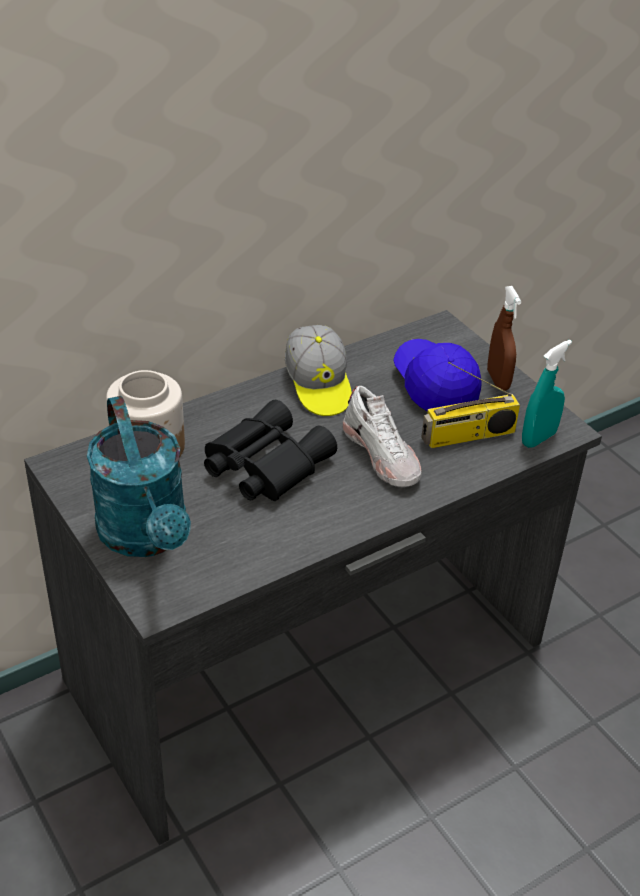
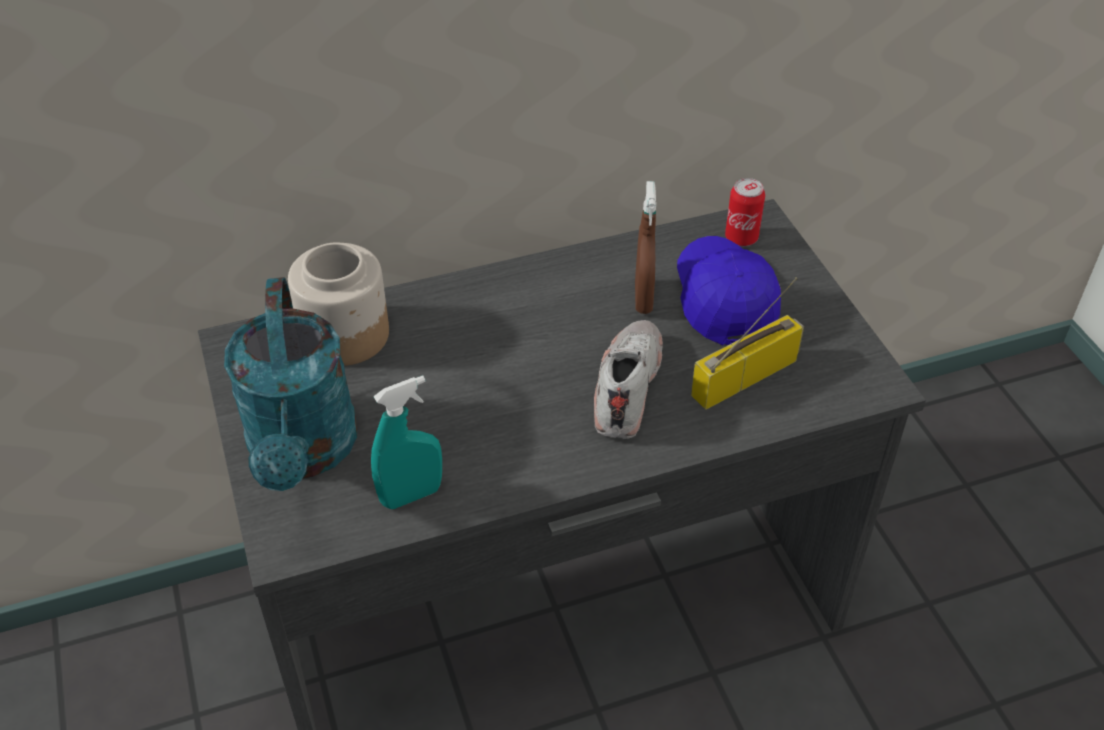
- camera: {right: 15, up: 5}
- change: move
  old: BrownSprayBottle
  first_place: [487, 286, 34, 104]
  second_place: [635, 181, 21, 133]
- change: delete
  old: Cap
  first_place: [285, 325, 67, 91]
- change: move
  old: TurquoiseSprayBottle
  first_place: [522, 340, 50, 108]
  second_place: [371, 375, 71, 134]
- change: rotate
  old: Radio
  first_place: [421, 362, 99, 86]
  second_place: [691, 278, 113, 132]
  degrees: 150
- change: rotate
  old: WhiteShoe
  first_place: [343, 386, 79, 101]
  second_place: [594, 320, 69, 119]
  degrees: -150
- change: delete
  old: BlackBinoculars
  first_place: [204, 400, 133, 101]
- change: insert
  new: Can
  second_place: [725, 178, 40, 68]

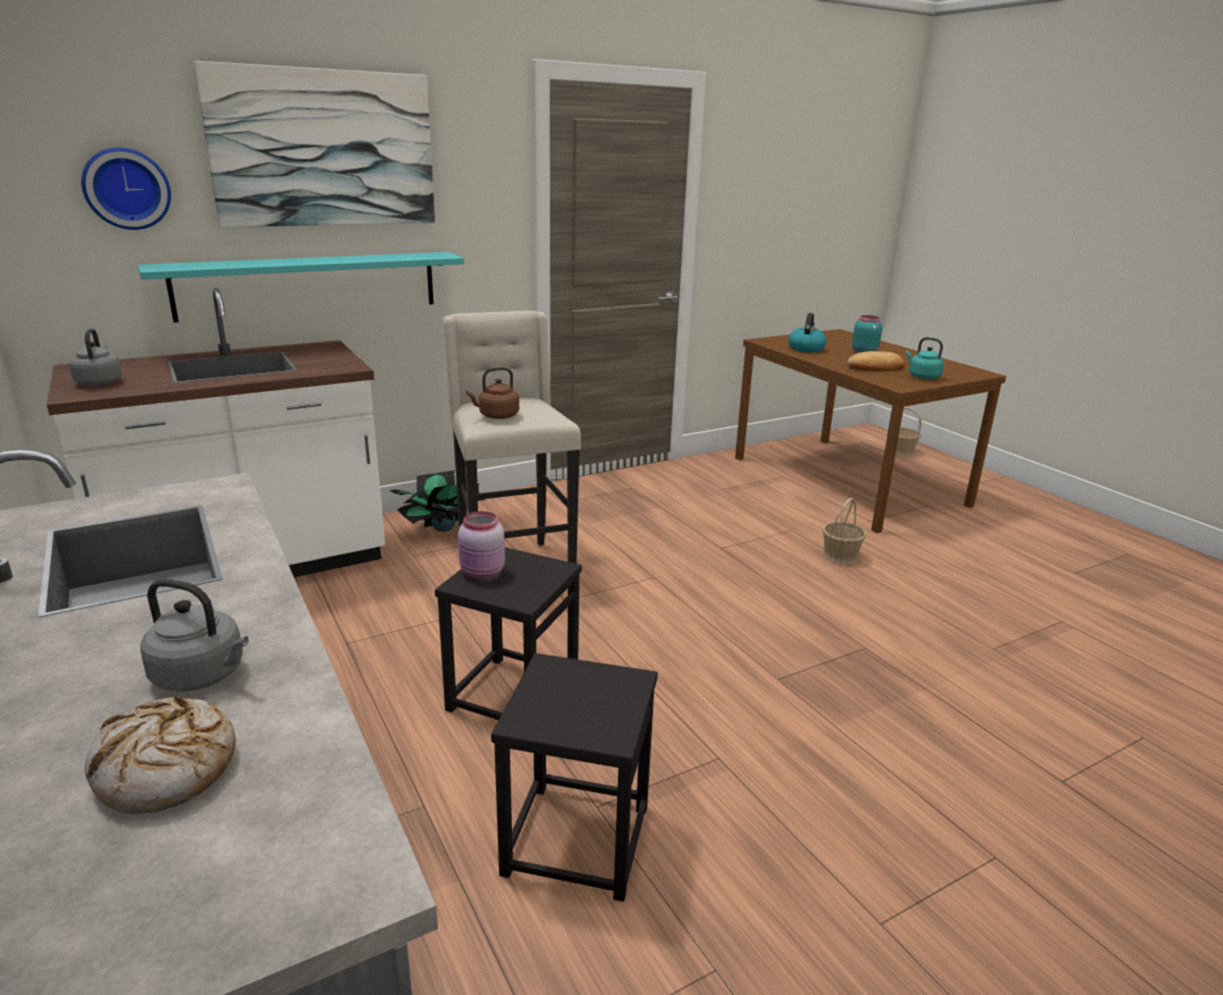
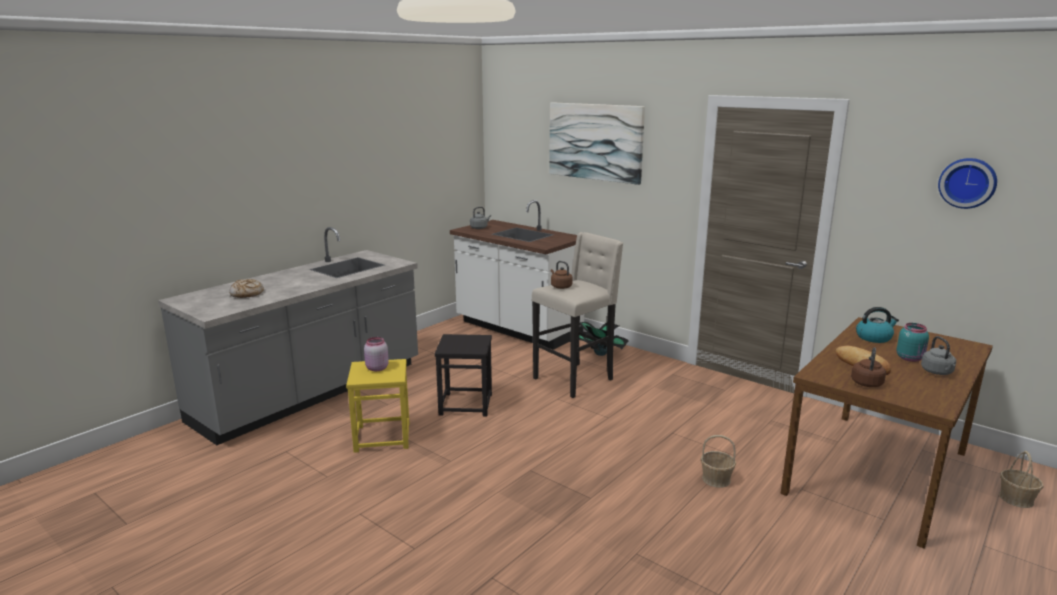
- camera: {right: 70, up: -5}
- change: move
  old: WallClock
  first_place: [81, 147, 90, 83]
  second_place: [938, 158, 59, 51]
- change: delete
  old: TurquoiseShelf
  first_place: [138, 252, 326, 71]
- change: recolor
  old: TurquoiseKettle
  new: BrownKettle
  first_place: [906, 337, 38, 42]
  second_place: [851, 347, 35, 40]
- change: move
  old: PinkJar
  first_place: [458, 511, 47, 68]
  second_place: [364, 337, 25, 34]
- change: move
  old: GreyKettle
  first_place: [140, 579, 109, 113]
  second_place: [921, 336, 35, 39]
- change: recolor
  old: BlackStool
  new: YellowStool
  first_place: [491, 653, 167, 249]
  second_place: [346, 359, 63, 94]

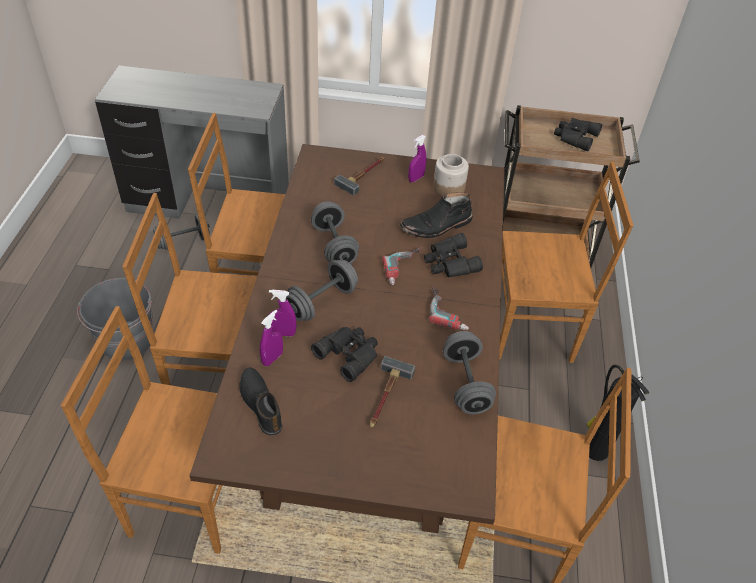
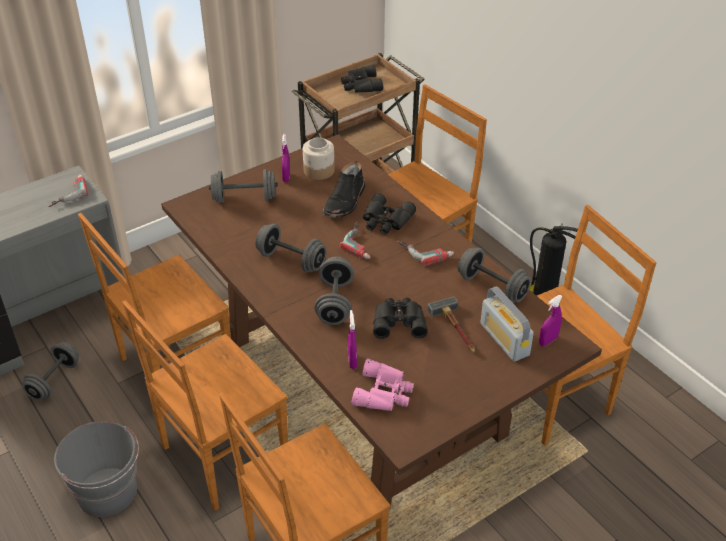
- camera: {right: -40, up: -5}
- change: replace
  old: Hammer
  new: GreyDumbbell
  first_place: [334, 157, 50, 39]
  second_place: [209, 169, 69, 34]
- change: move
  old: PurpleSprayBottle
  first_place: [269, 290, 27, 47]
  second_place: [539, 295, 24, 51]
- change: replace
  old: BlackShoe
  new: PinkBinoculars
  first_place: [239, 368, 43, 68]
  second_place: [352, 359, 62, 52]
- change: insert
  new: PowerDrill
  second_place: [48, 175, 40, 32]
- change: insert
  new: Radio
  second_place: [481, 287, 53, 75]

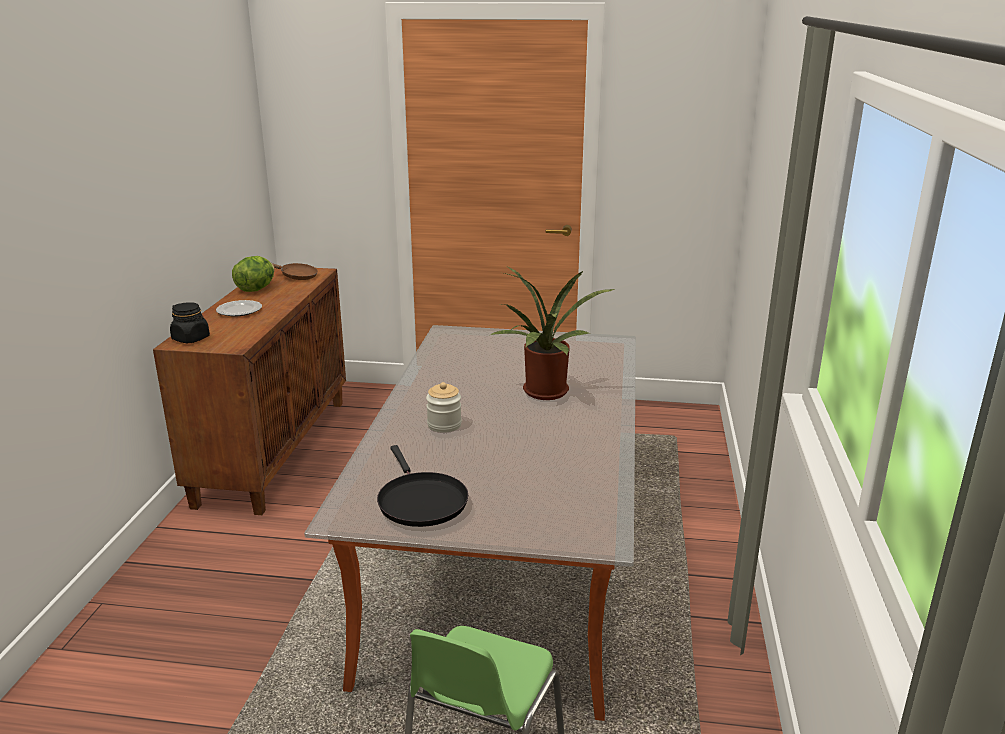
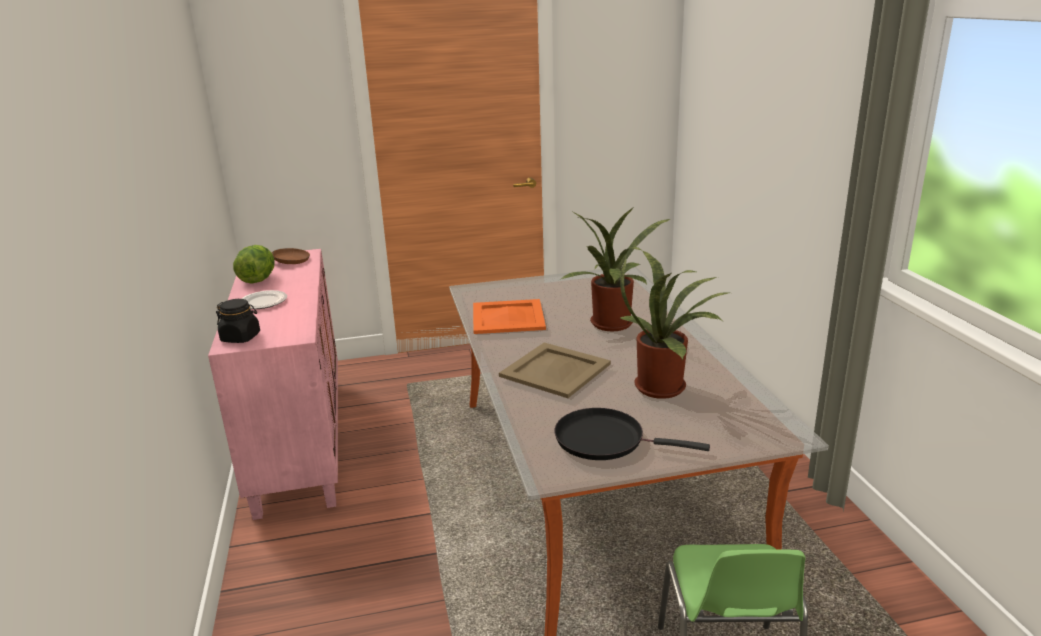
- camera: {right: -20, up: 0}
- change: recolor
  old: BrownCabinet
  new: PinkCabinet
  first_place: [153, 268, 193, 247]
  second_place: [208, 249, 130, 271]
- change: replace
  old: Jar
  new: BeigeTray
  first_place: [426, 382, 36, 51]
  second_place: [499, 342, 112, 56]
- change: rotate
  old: BlackFryingPan
  first_place: [377, 445, 91, 82]
  second_place: [554, 408, 156, 52]
  degrees: 150
- change: insert
  new: PottedPlant
  second_place: [620, 250, 108, 149]
- change: insert
  new: OrangeTray
  second_place: [473, 299, 73, 35]

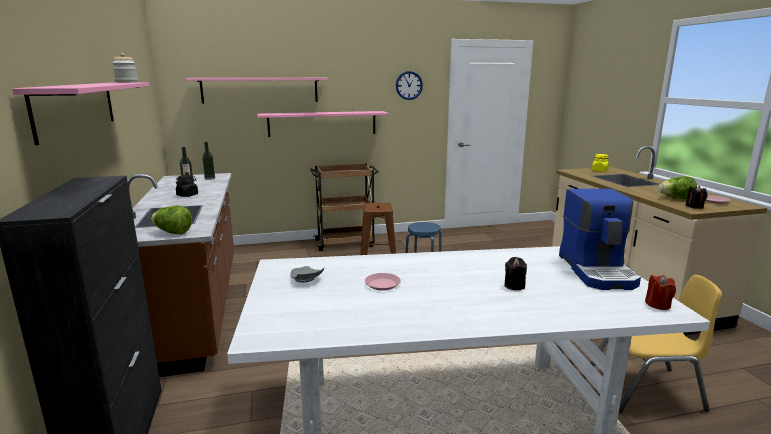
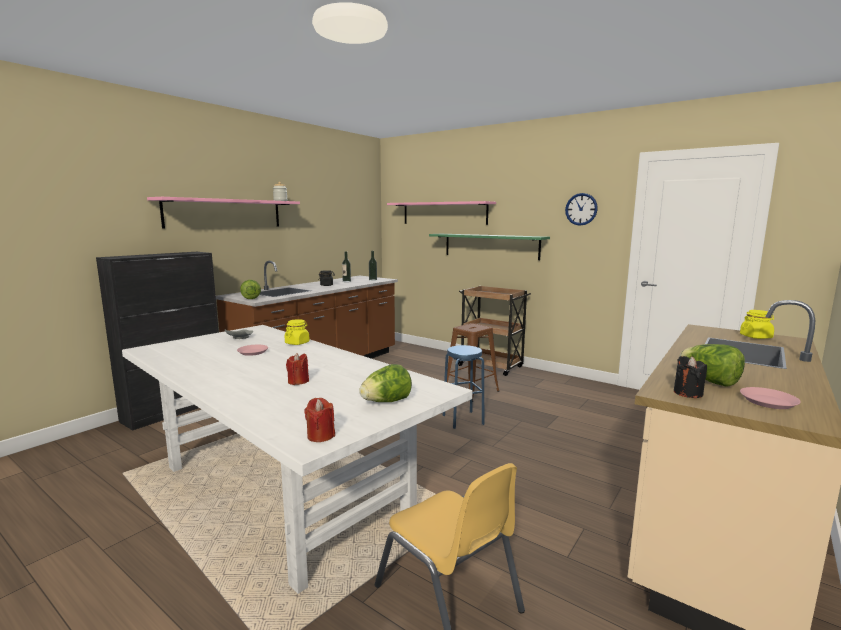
- camera: {right: 50, up: -5}
- change: recolor
  old: PinkShelf
  new: GreenShelf
  first_place: [257, 111, 131, 26]
  second_place: [429, 234, 121, 26]
- change: replace
  old: CoffeeMachine
  new: Lettuce
  first_place: [559, 189, 82, 101]
  second_place: [359, 364, 53, 38]
- change: recolor
  old: BlackCandle
  new: RedCandle
  first_place: [504, 257, 23, 33]
  second_place: [286, 353, 23, 32]
- change: insert
  new: YellowJar
  second_place: [285, 319, 25, 26]

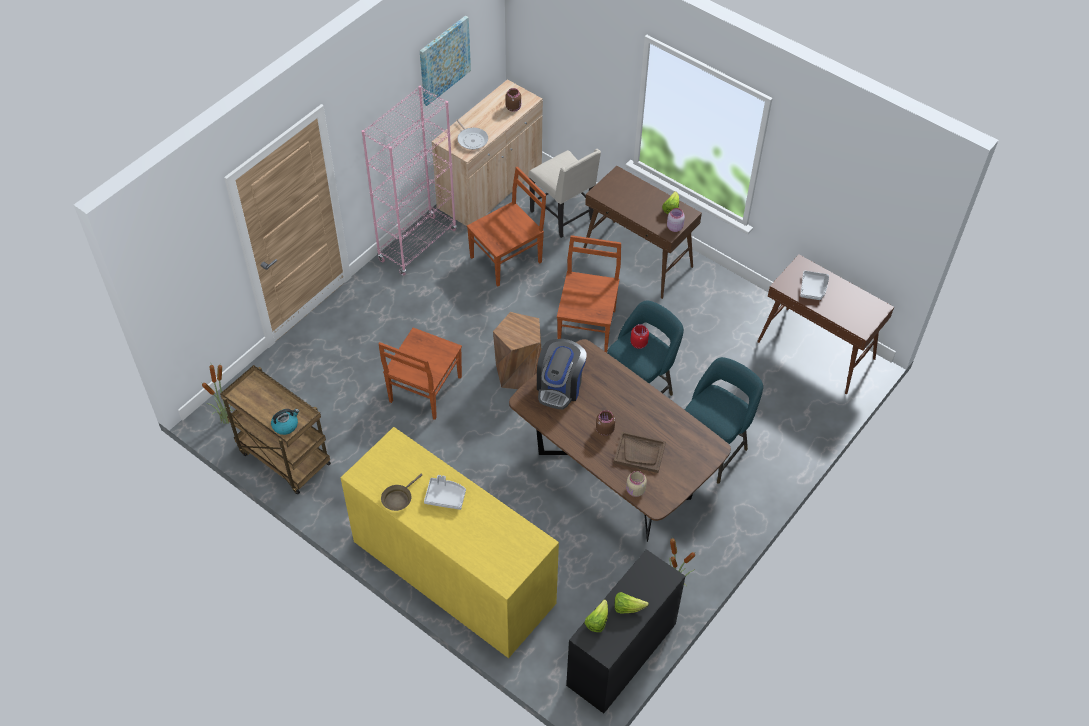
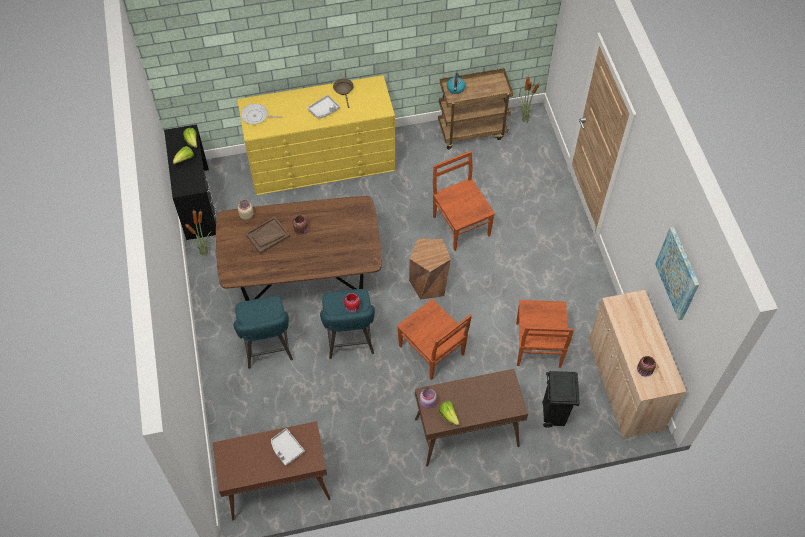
- camera: {right: 130, up: 5}
- change: delete
  old: PinkBookcase
  first_place: [362, 85, 95, 191]
- change: move
  old: FryingPan
  first_place: [456, 119, 32, 31]
  second_place: [241, 104, 41, 20]
- change: replace
  old: BeigeChair
  new: BlackTrashCan
  first_place: [529, 149, 72, 89]
  second_place: [542, 371, 38, 57]
- change: delete
  old: CoffeeMachine
  first_place: [537, 339, 50, 70]

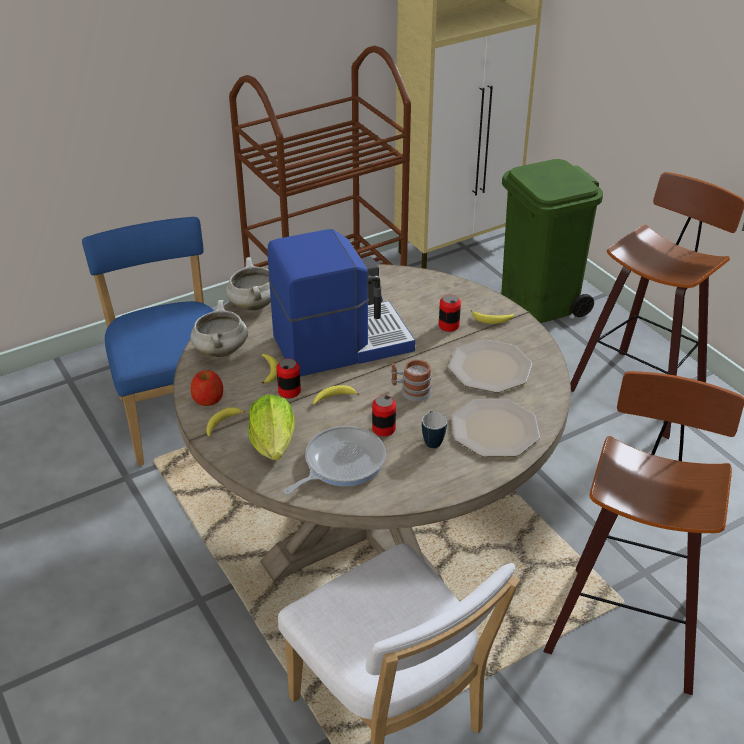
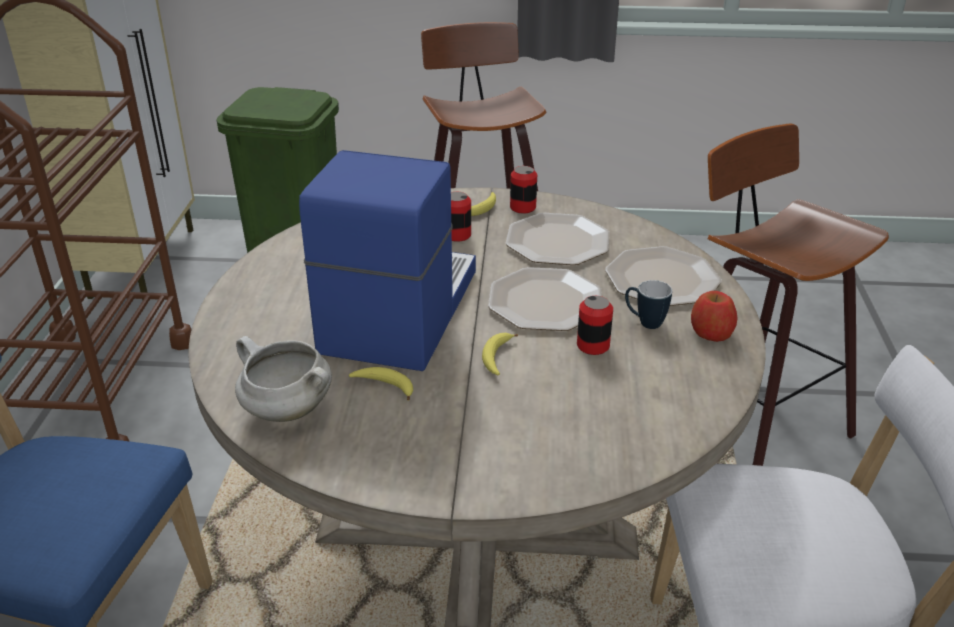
- camera: {right: -55, up: -5}
- change: delete
  old: WhiteCookingPot
  first_place: [226, 257, 45, 53]
- change: move
  old: Can
  first_place: [277, 359, 24, 39]
  second_place: [510, 166, 27, 47]
- change: replace
  old: Mug
  new: Plate
  first_place: [391, 359, 41, 42]
  second_place: [488, 267, 114, 64]
- change: move
  old: Apple
  first_place: [190, 370, 33, 36]
  second_place: [691, 291, 46, 51]
- change: delete
  old: Lettuce
  first_place: [248, 395, 47, 65]
- change: delete
  old: Banana
  first_place: [207, 407, 39, 29]
- change: delete
  old: FryingPan
  first_place: [283, 426, 103, 69]

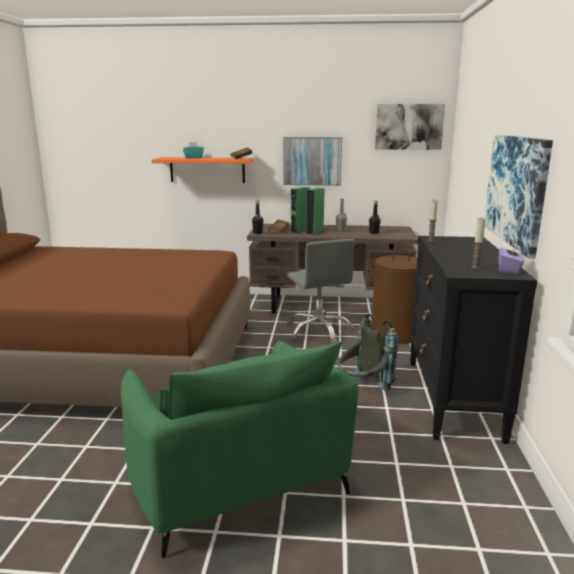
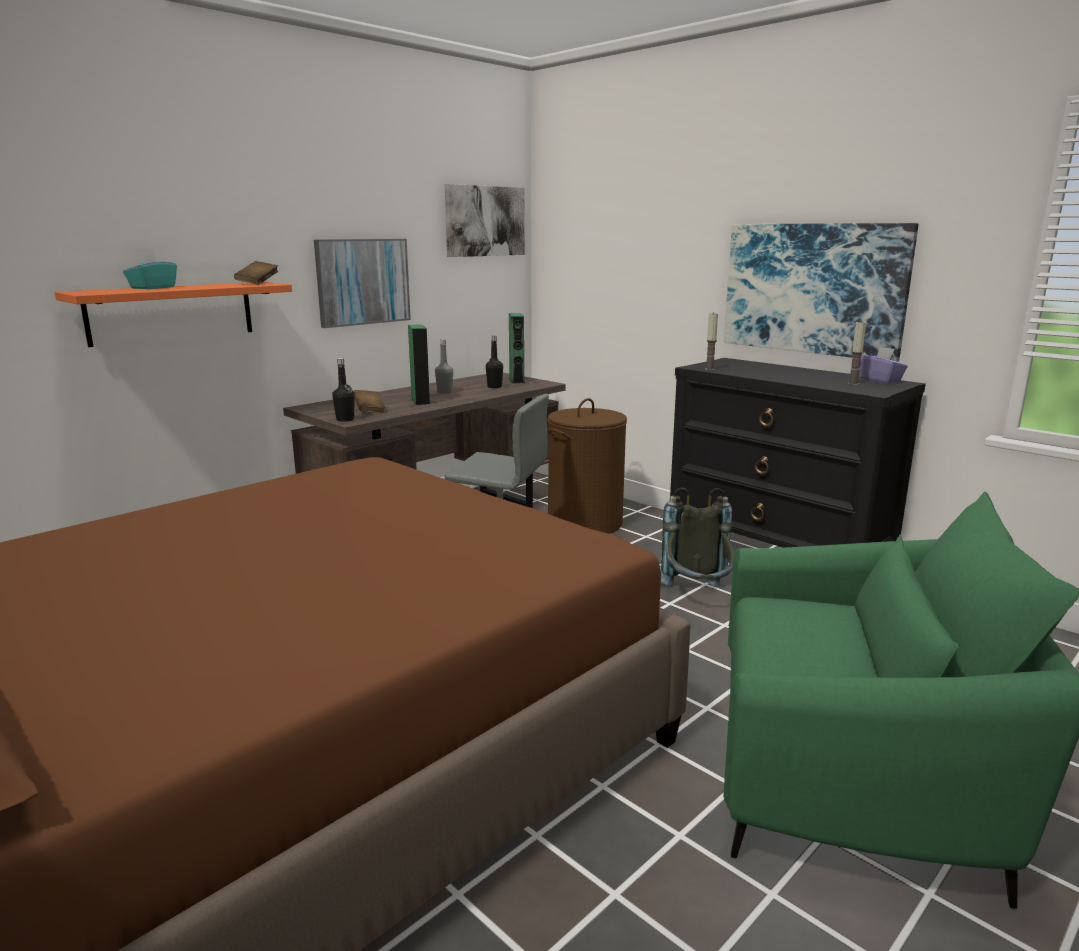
- camera: {right: -50, up: 0}
- change: move
  old: GreenSpeaker
  first_place: [291, 187, 19, 46]
  second_place: [509, 313, 16, 71]

